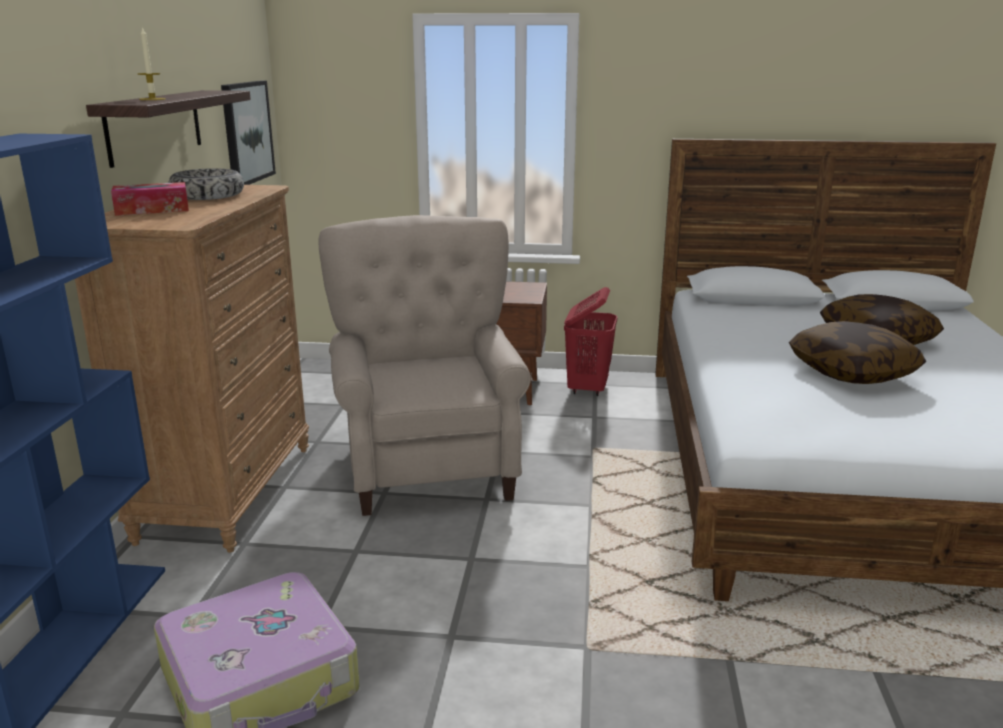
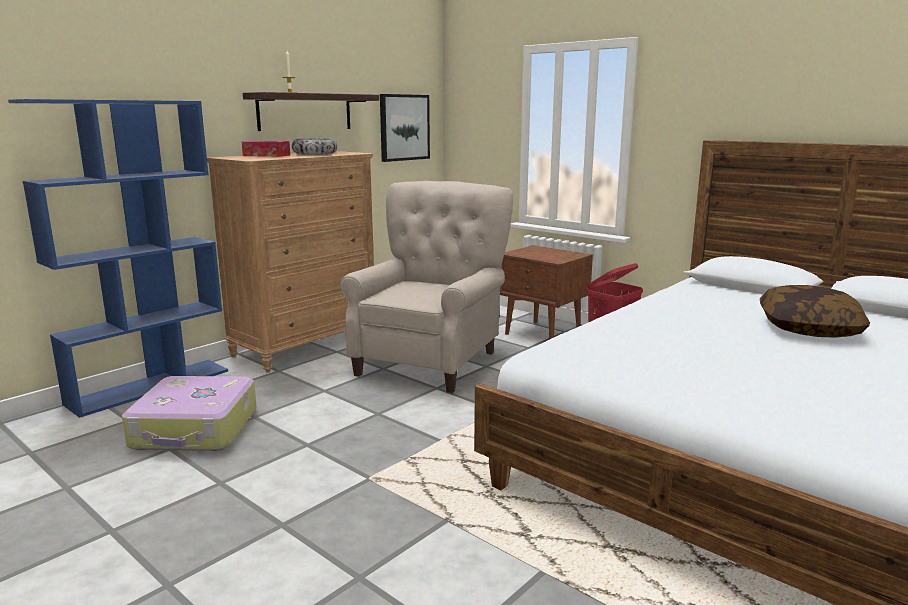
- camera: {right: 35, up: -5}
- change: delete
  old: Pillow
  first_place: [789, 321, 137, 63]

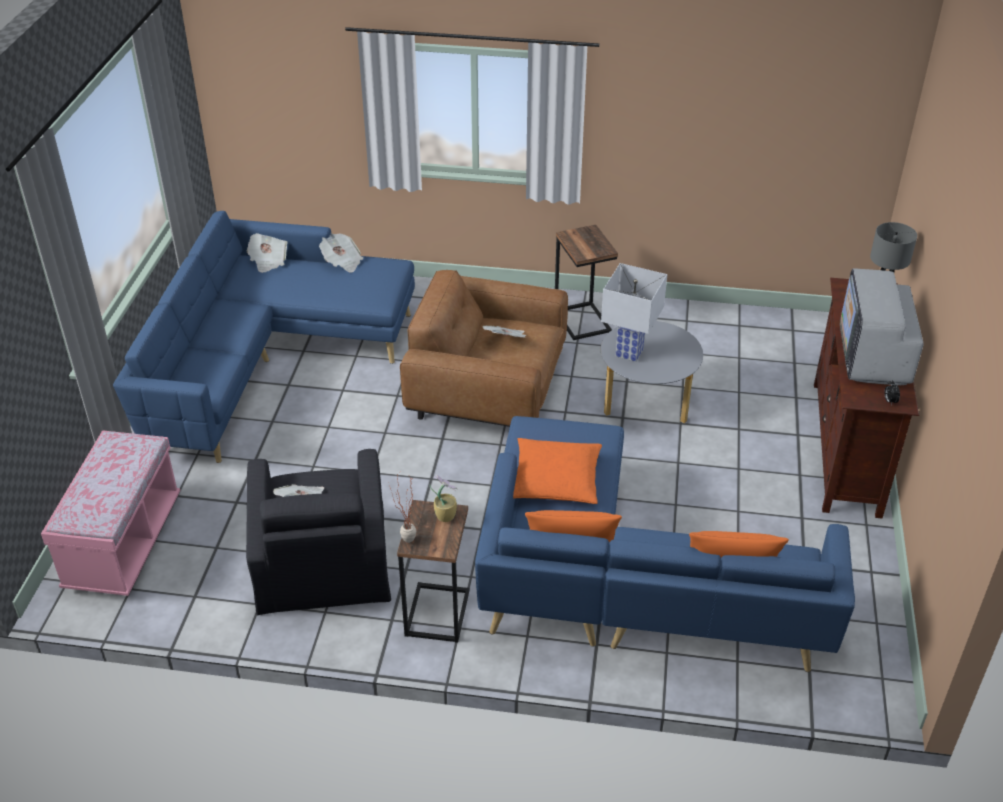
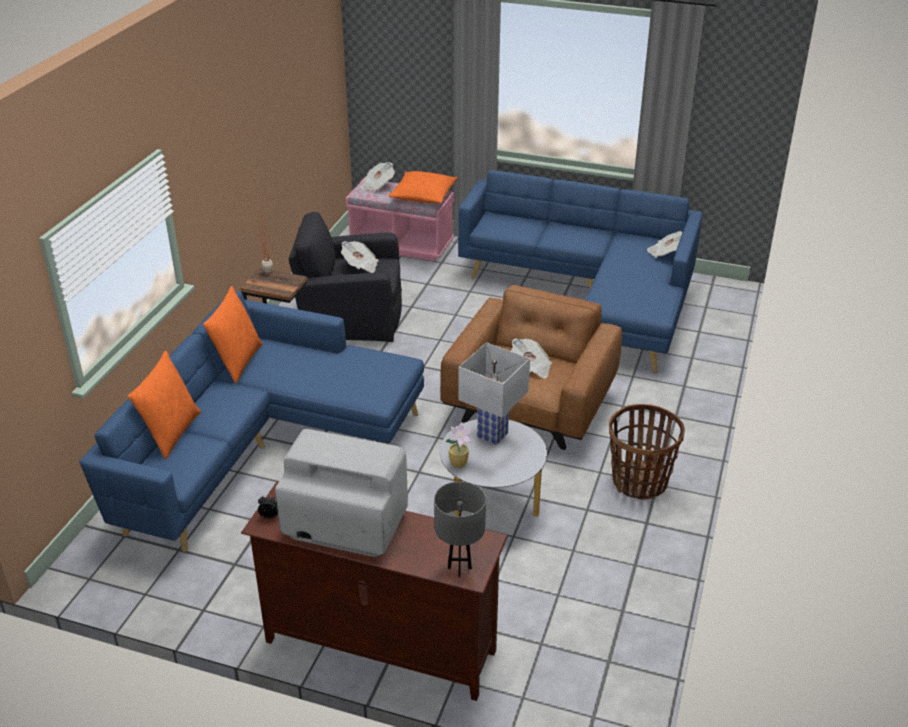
- camera: {right: 100, up: -5}
- change: replace
  old: SideTable
  new: Basket
  first_place: [555, 225, 63, 115]
  second_place: [609, 404, 76, 95]
- change: move
  old: Newspaper
  first_place: [319, 233, 44, 40]
  second_place: [360, 162, 35, 30]
- change: move
  old: OrangePillow
  first_place: [513, 438, 89, 66]
  second_place: [388, 171, 70, 33]
- change: move
  old: PottedPlant
  first_place: [430, 475, 28, 47]
  second_place: [445, 422, 26, 46]

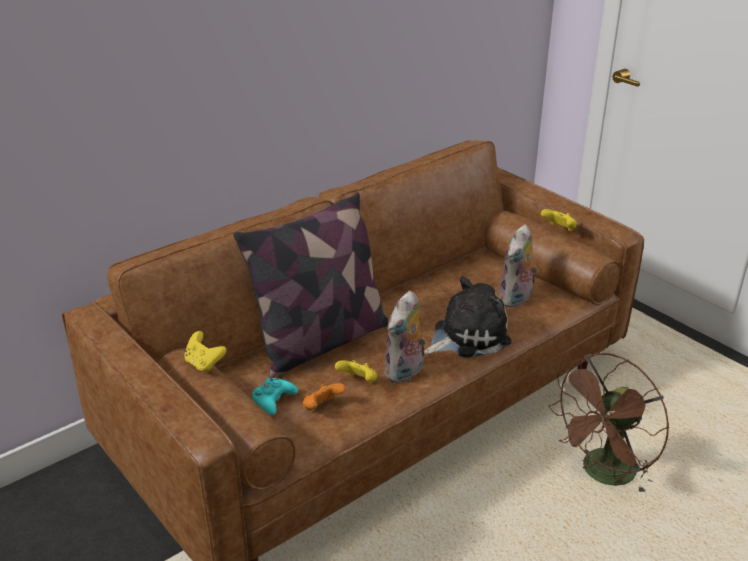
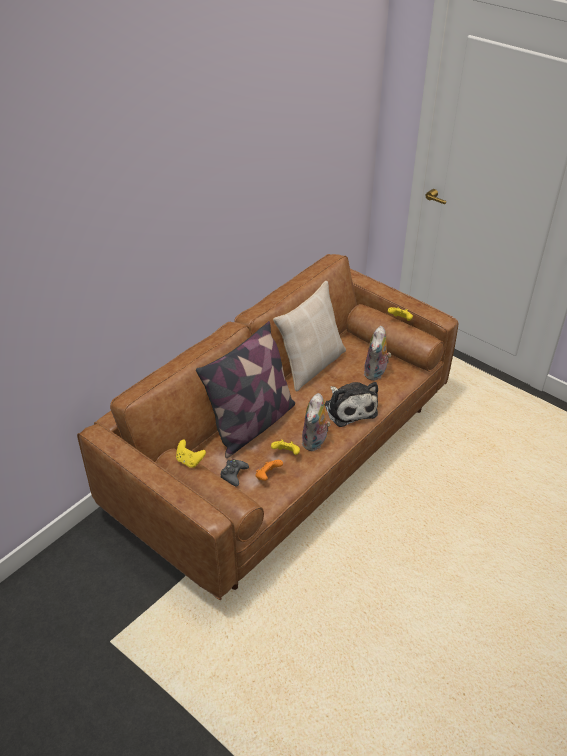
- camera: {right: -10, up: 10}
- change: rotate
  old: PlushToy
  first_place: [424, 276, 88, 82]
  second_place: [324, 382, 54, 45]
  degrees: 105
- change: delete
  old: BrownFan
  first_place: [549, 353, 120, 142]
- change: recolor
  old: TurquoiseGameController
  new: BlackGameController
  first_place: [252, 377, 46, 38]
  second_place: [221, 459, 28, 28]
- change: insert
  new: BeigePillow
  second_place: [273, 281, 73, 110]

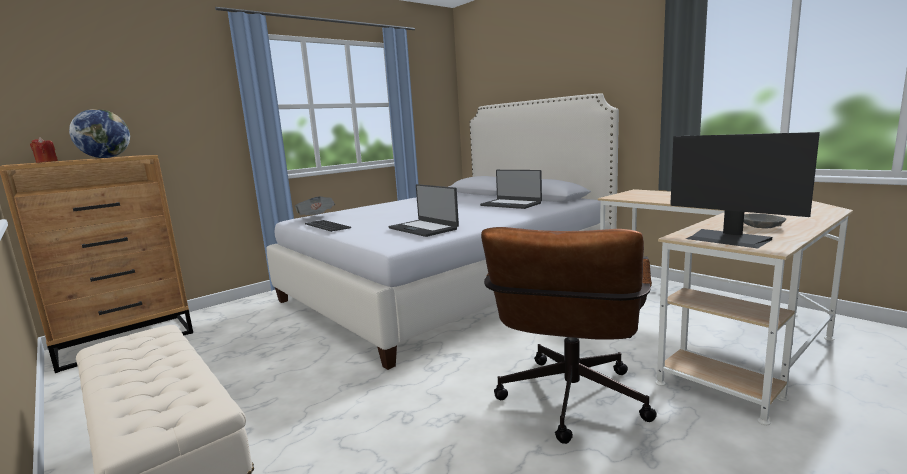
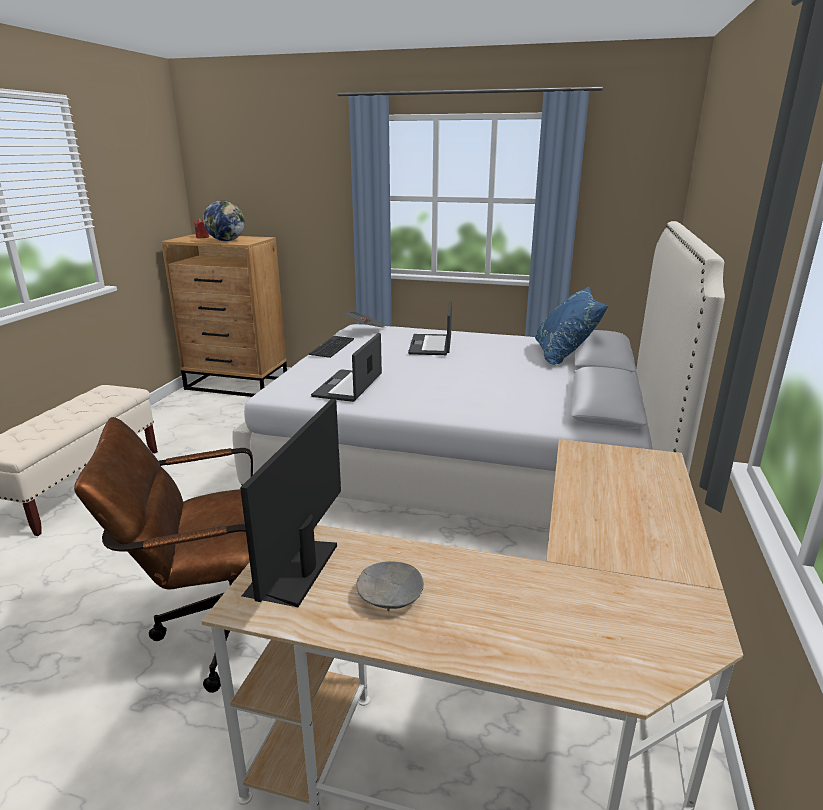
- camera: {right: 55, up: 10}
- change: move
  old: Laptop
  first_place: [480, 170, 62, 39]
  second_place: [408, 300, 44, 55]
- change: insert
  new: BluePillow
  second_place: [535, 287, 73, 78]

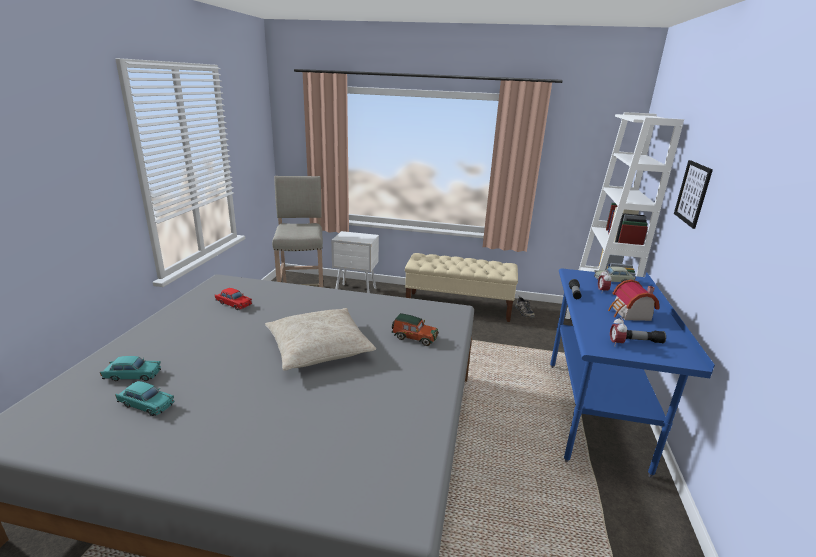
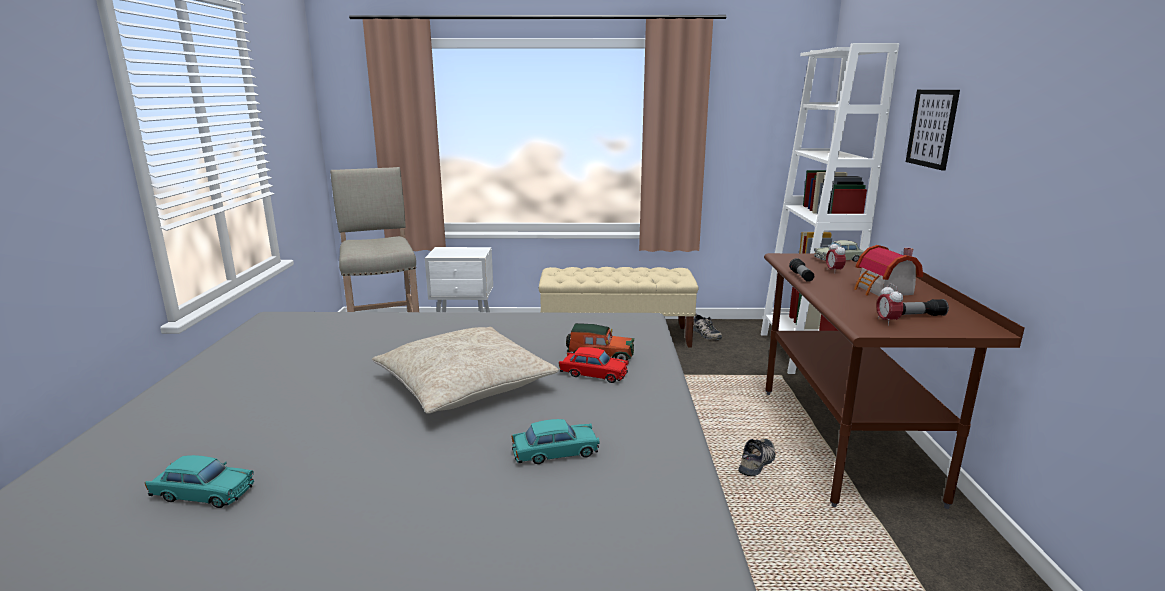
- camera: {right: -10, up: -5}
- change: recolor
  old: BlueDesk
  new: BrownDesk
  first_place: [550, 268, 165, 210]
  second_place: [764, 253, 260, 256]
- change: move
  old: RedToyCar
  first_place: [215, 288, 37, 22]
  second_place: [559, 347, 69, 36]
- change: move
  old: TurquoiseToyCar
  first_place: [100, 356, 61, 25]
  second_place: [511, 419, 89, 45]
- change: insert
  new: Shoe
  second_place: [738, 439, 37, 37]

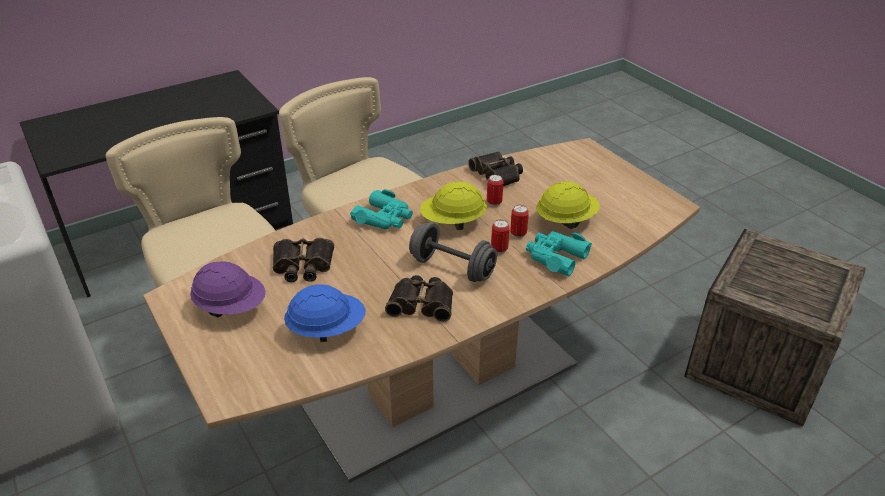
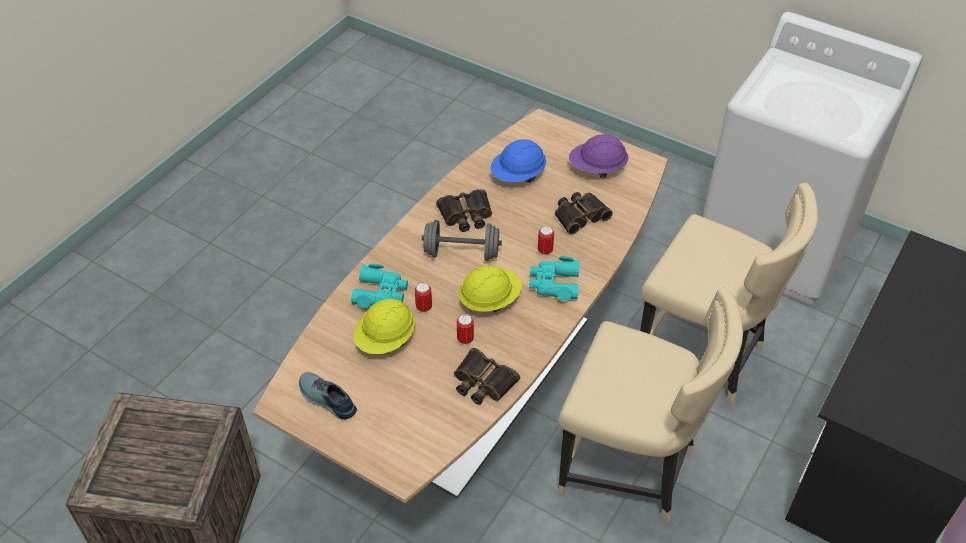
- camera: {right: 155, up: 10}
- change: move
  old: Can
  first_place: [491, 220, 19, 34]
  second_place: [538, 226, 16, 29]
- change: insert
  new: Shoe
  second_place: [299, 372, 58, 48]

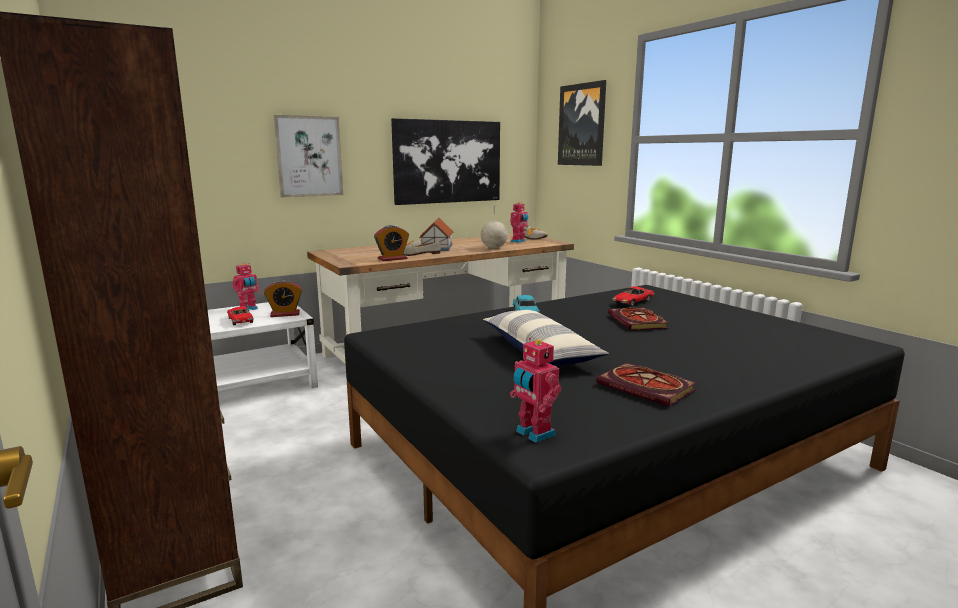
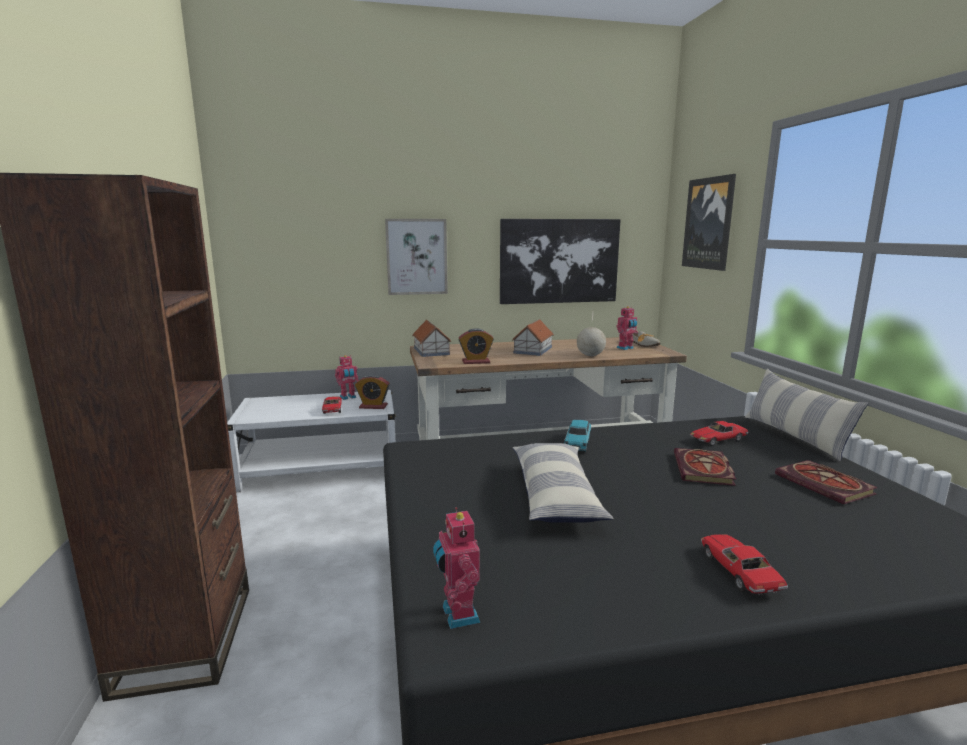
- camera: {right: 20, up: 0}
- change: delete
  old: Shoe
  first_place: [403, 239, 38, 17]
- change: move
  old: Book
  first_place: [596, 363, 100, 43]
  second_place: [775, 460, 103, 44]
- change: insert
  new: ToyHouse
  second_place: [412, 320, 39, 37]
- change: insert
  new: Pillow
  second_place: [745, 369, 123, 92]
- change: insert
  new: ToyCar
  second_place: [701, 534, 87, 61]

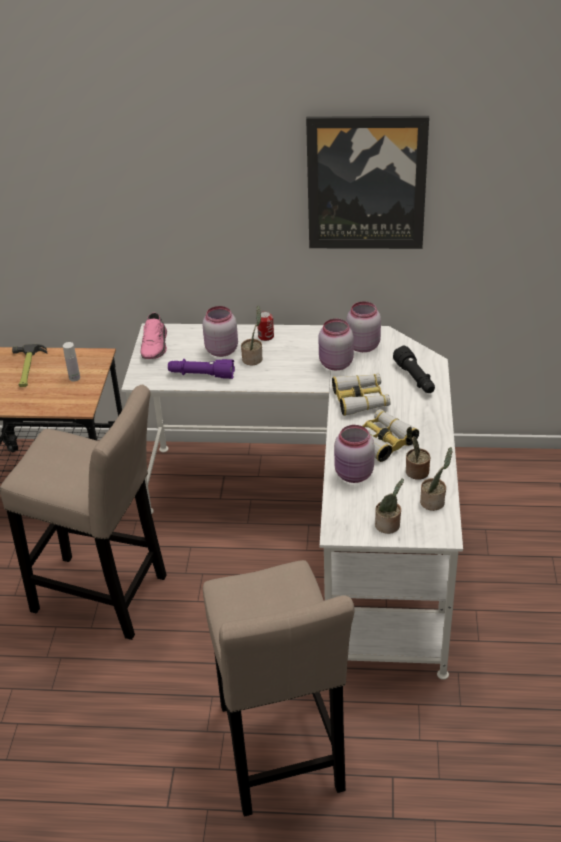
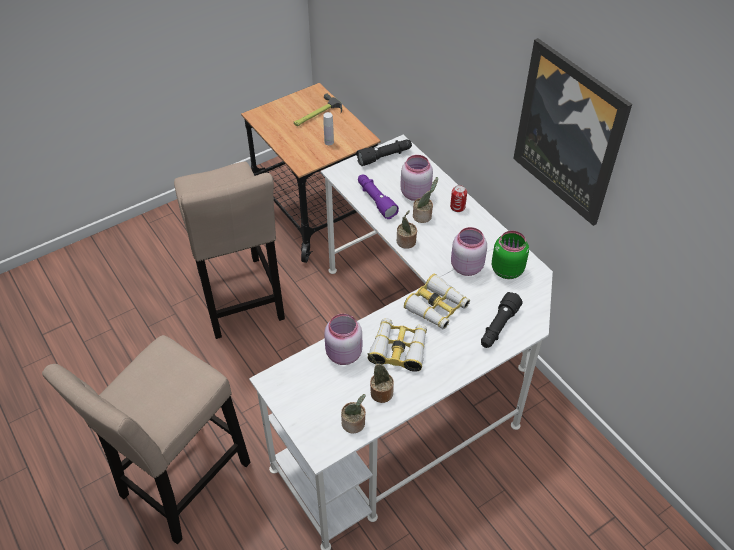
- camera: {right: 50, up: 10}
- change: recolor
  old: PinkJar
  new: GreenJar
  first_place: [347, 301, 34, 51]
  second_place: [492, 231, 37, 48]
- change: replace
  old: PinkShoe
  new: BlackFlashlight
  first_place: [140, 313, 27, 46]
  second_place: [356, 139, 56, 27]
- change: move
  old: PottedPlant
  first_place: [375, 479, 29, 55]
  second_place: [396, 210, 21, 39]

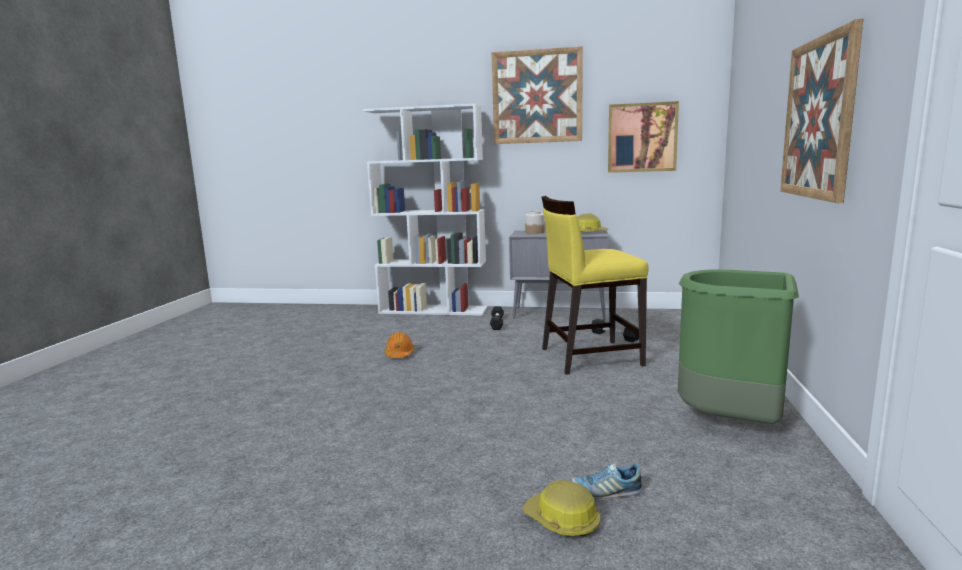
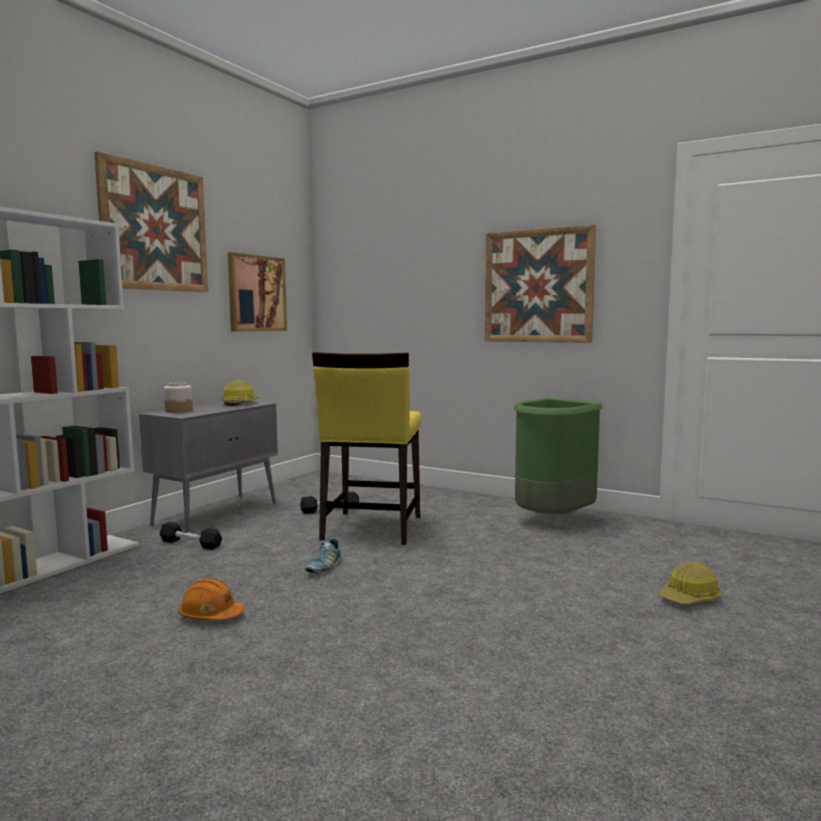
- camera: {right: -70, up: -5}
- change: move
  old: Shoe
  first_place: [570, 462, 73, 37]
  second_place: [305, 538, 36, 36]

